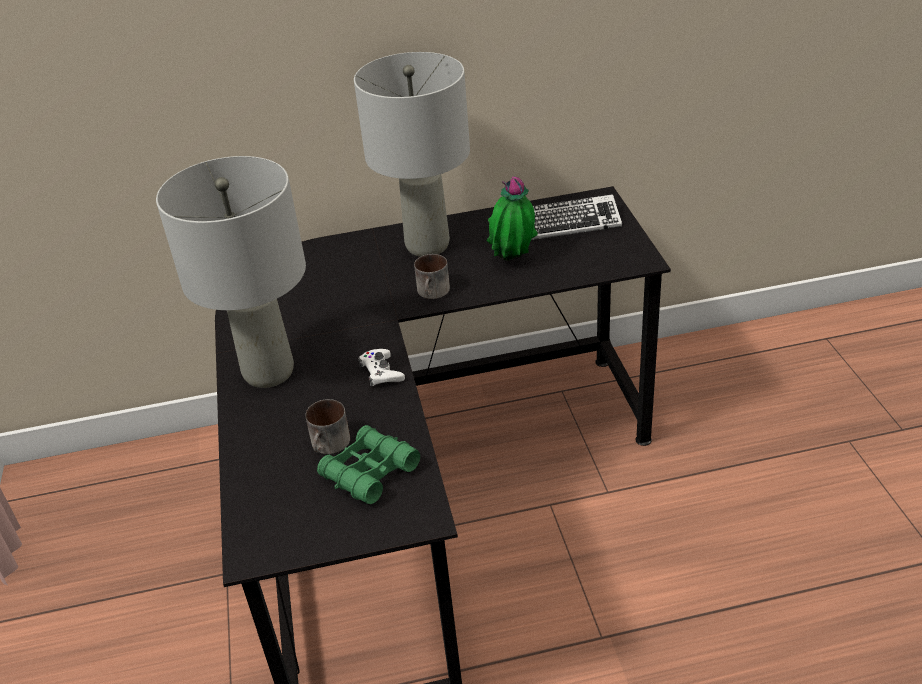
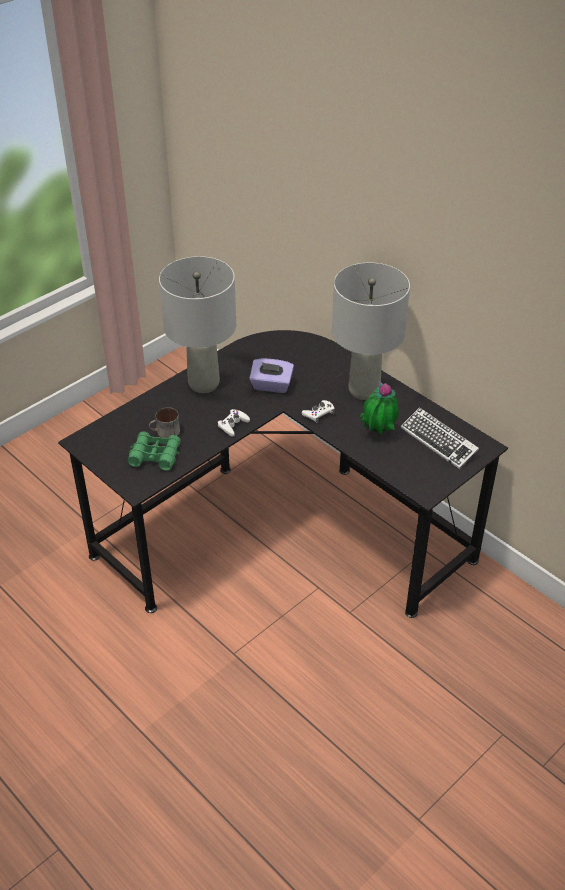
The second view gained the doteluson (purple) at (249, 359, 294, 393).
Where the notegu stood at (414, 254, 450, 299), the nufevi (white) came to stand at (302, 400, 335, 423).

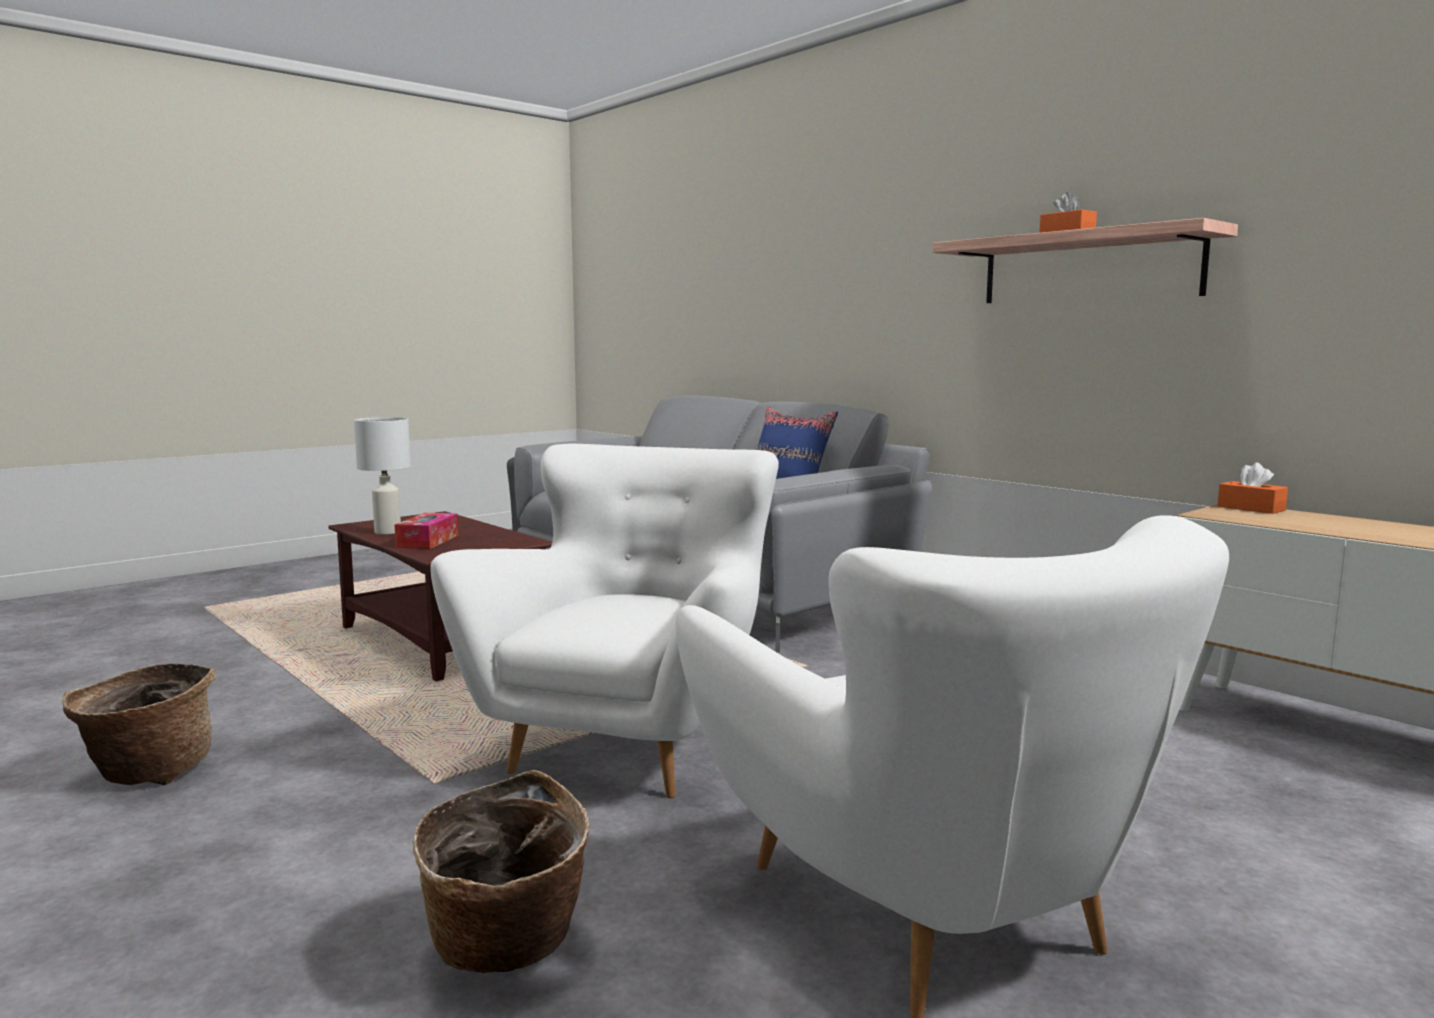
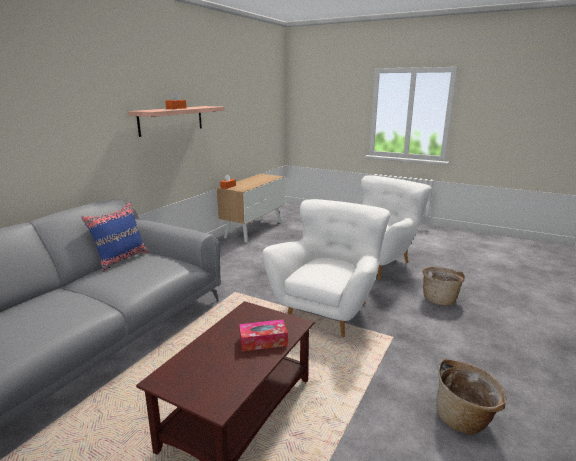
The second view lost the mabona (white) at (354, 417, 411, 534).
The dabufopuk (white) at (430, 444, 779, 798) ended up facing another way, 120 degrees clockwise from before.

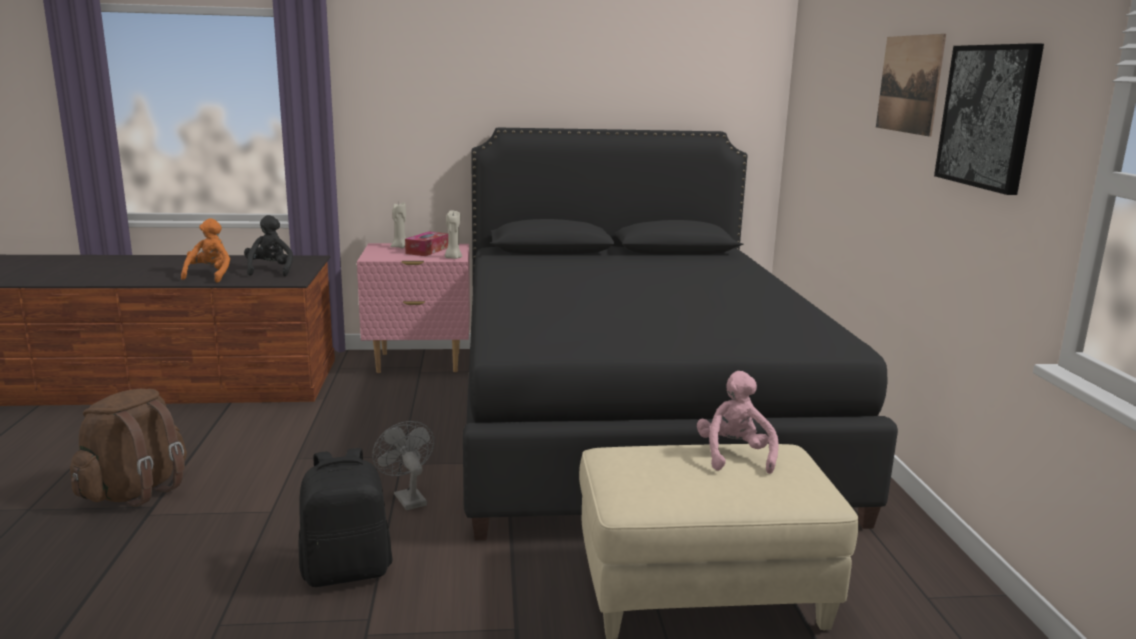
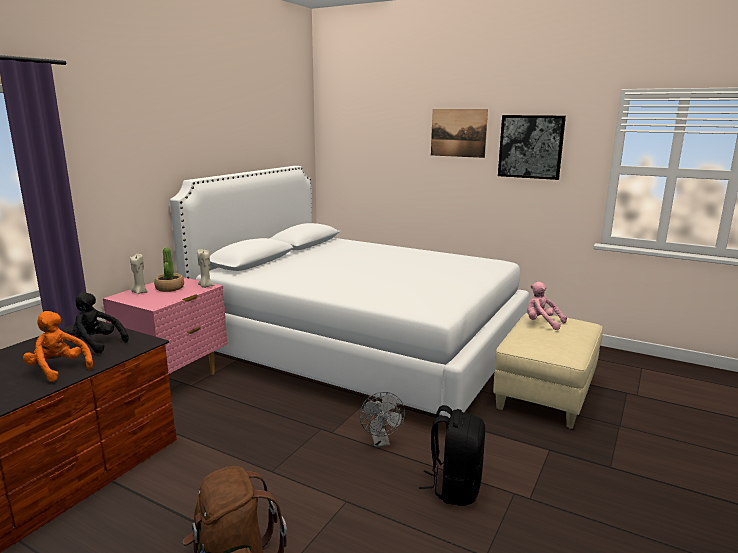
Where the doteluson stood at (405, 231, 448, 256), the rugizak came to stand at (154, 247, 184, 292).
What was the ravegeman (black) at (463, 127, 898, 540) turned into the ravegeman (white) at (170, 166, 529, 429).
The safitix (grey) at (372, 421, 434, 510) ended up facing another way, 105 degrees counterclockwise from before.

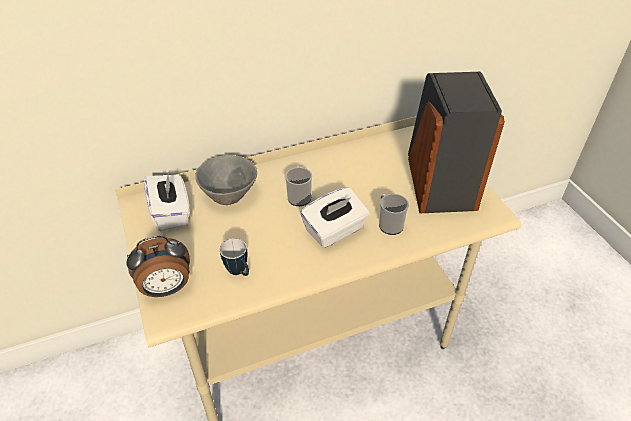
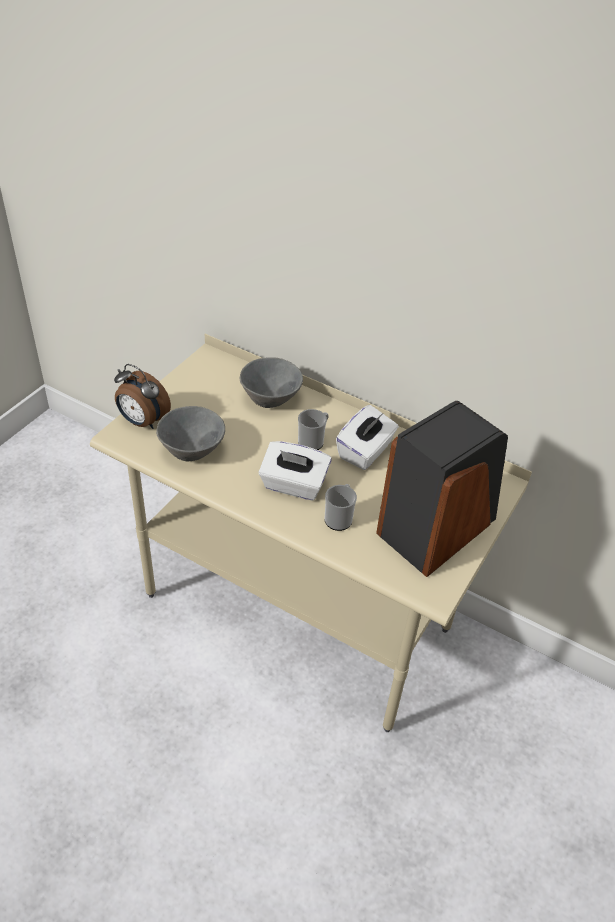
The doteluson (white) ended up elsewhere, having gone from (144, 171, 190, 231) to (336, 405, 399, 470).
Where the notegu stood at (220, 238, 249, 276), the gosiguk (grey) came to stand at (156, 406, 225, 462).

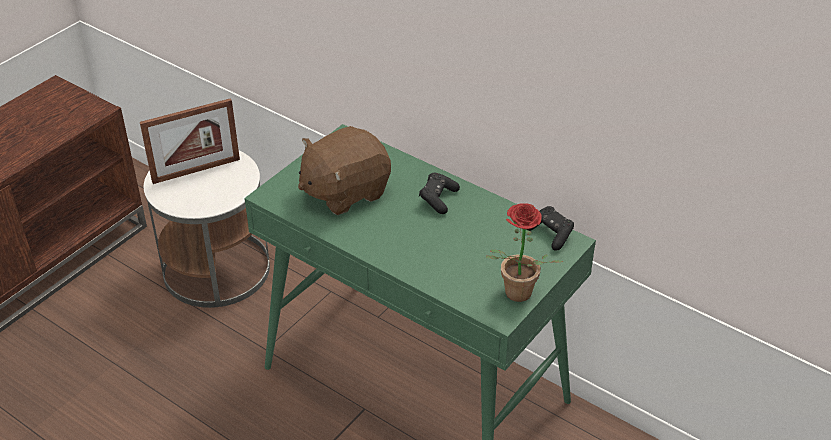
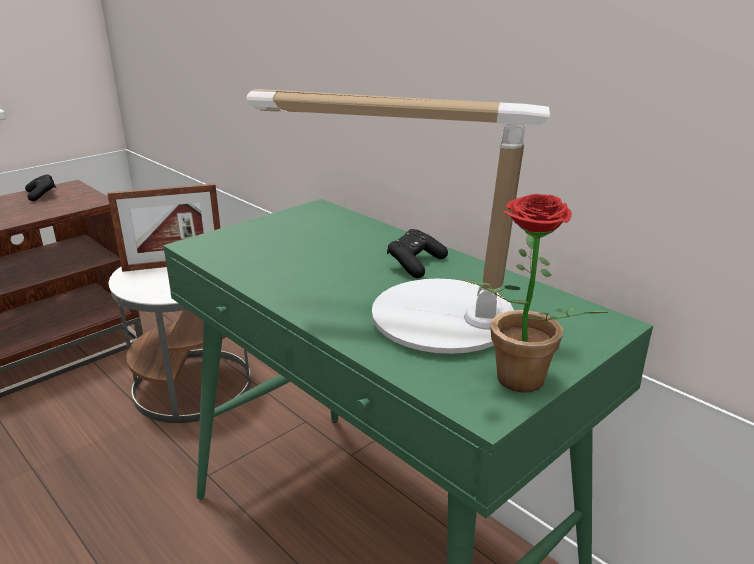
The second view lost the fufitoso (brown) at (298, 126, 391, 215).
The second view gained the mabona at (246, 89, 550, 354).
The nufevi (black) ended up elsewhere, having gone from (526, 206, 574, 251) to (25, 174, 56, 201).

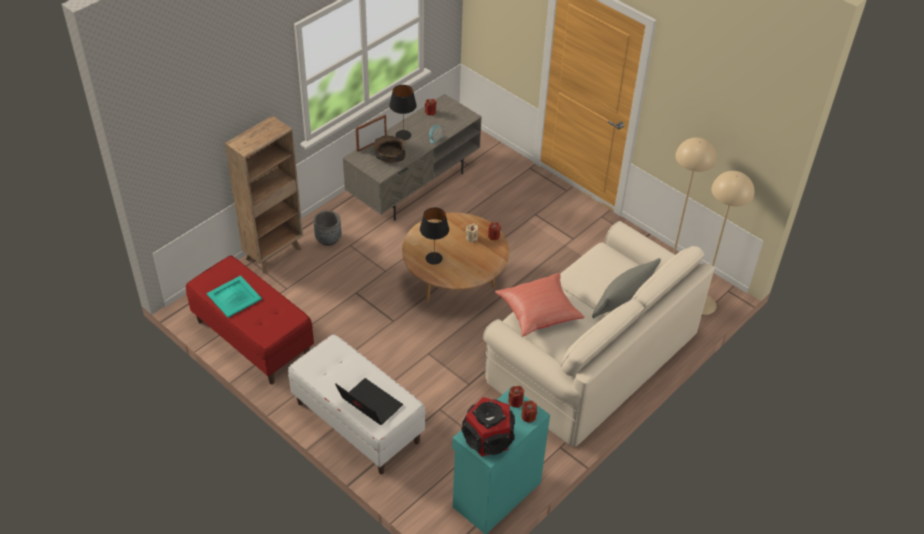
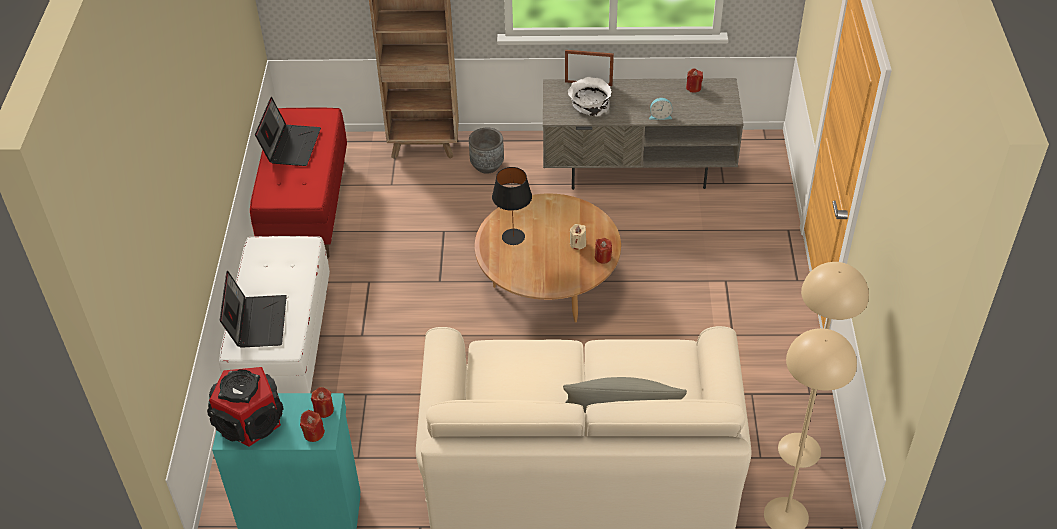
The second view lost the mabona (black) at (389, 85, 417, 140).
The second view lost the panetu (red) at (495, 273, 585, 337).
Where the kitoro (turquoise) stood at (207, 275, 262, 318), the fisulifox came to stand at (255, 97, 321, 166).
What was the gosiguk (brown) at (373, 135, 406, 163) turned into the gosiguk (white) at (568, 77, 612, 116).

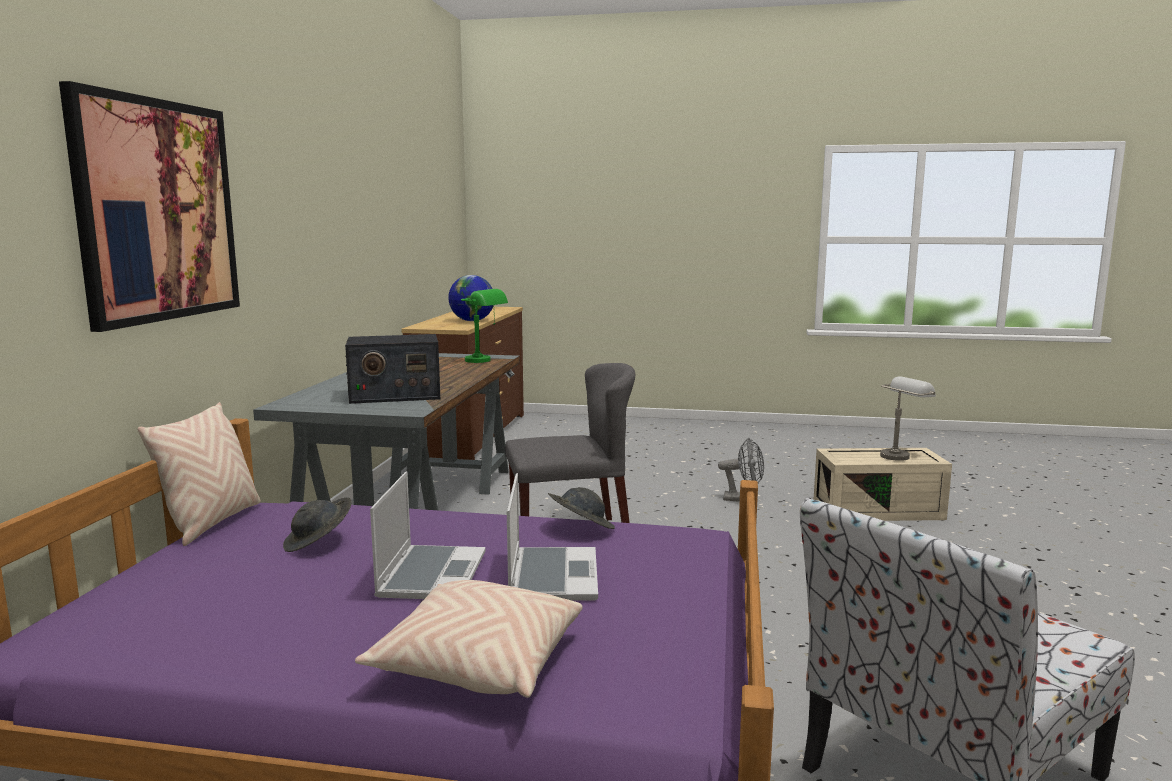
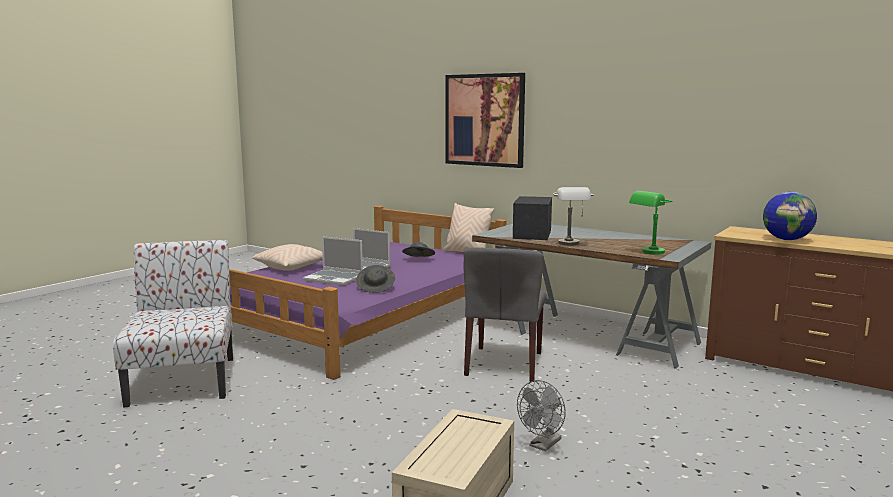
The mabona (grey) ended up elsewhere, having gone from (880, 376, 936, 461) to (552, 187, 594, 245).

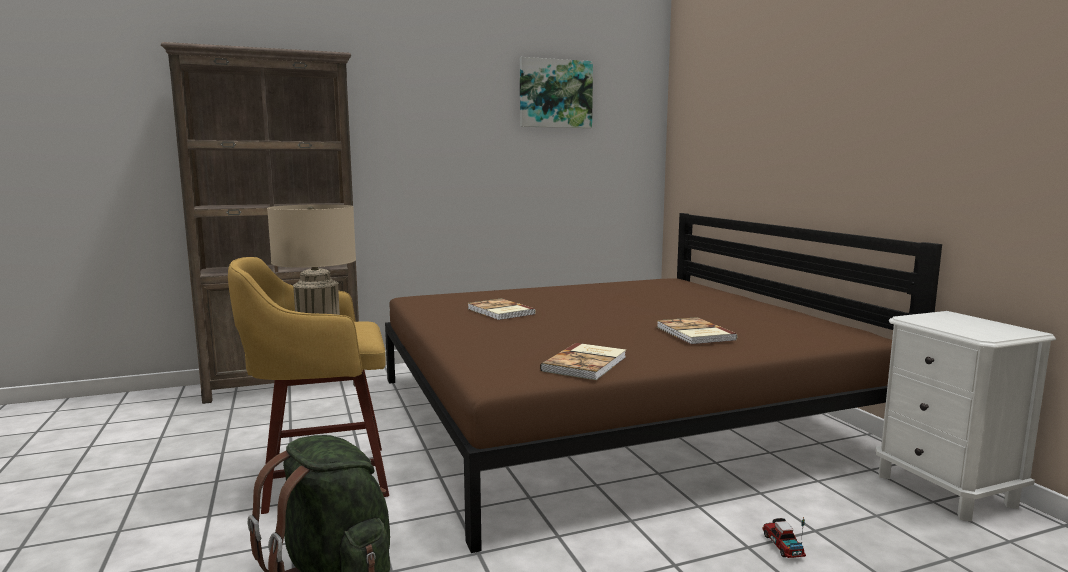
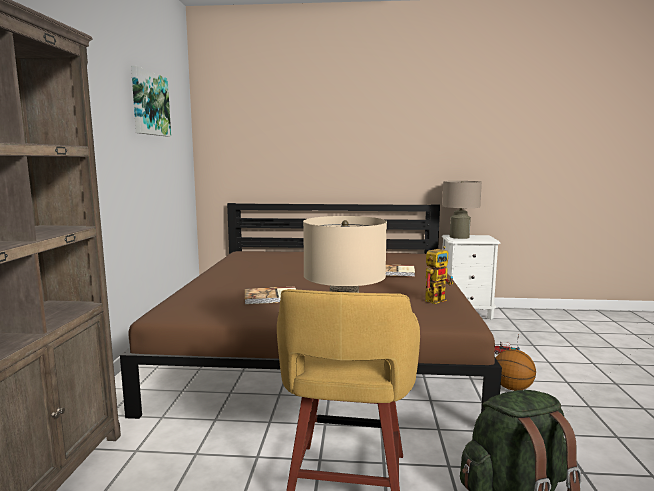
The second view gained the mabona (beige) at (442, 181, 482, 239).
The second view gained the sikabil at (496, 349, 536, 391).
Where the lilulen stood at (540, 343, 626, 380), the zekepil came to stand at (425, 246, 453, 304).

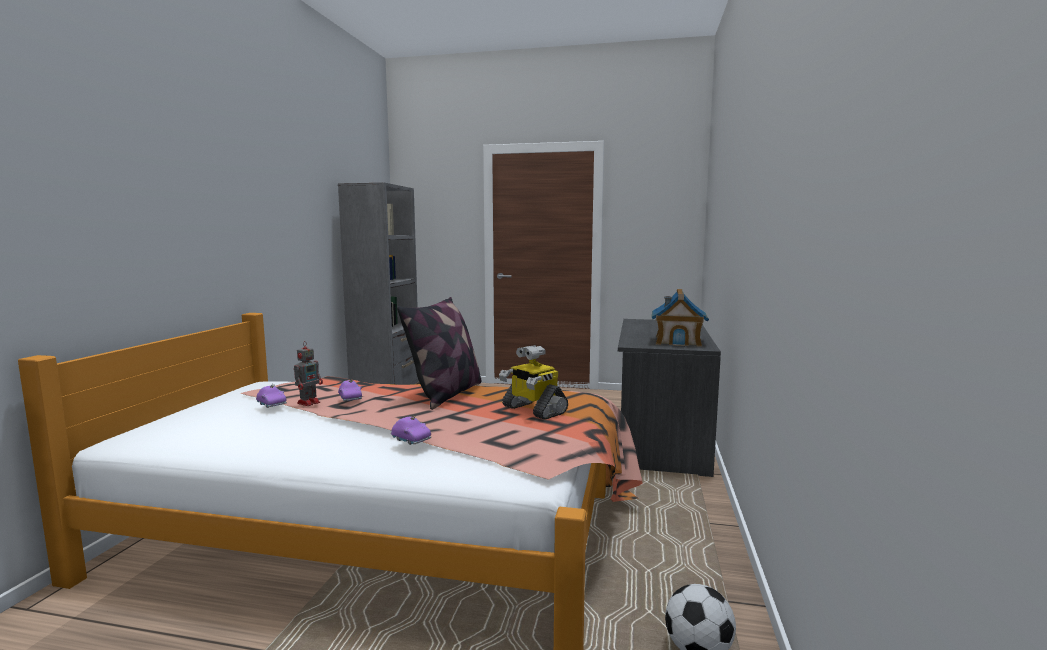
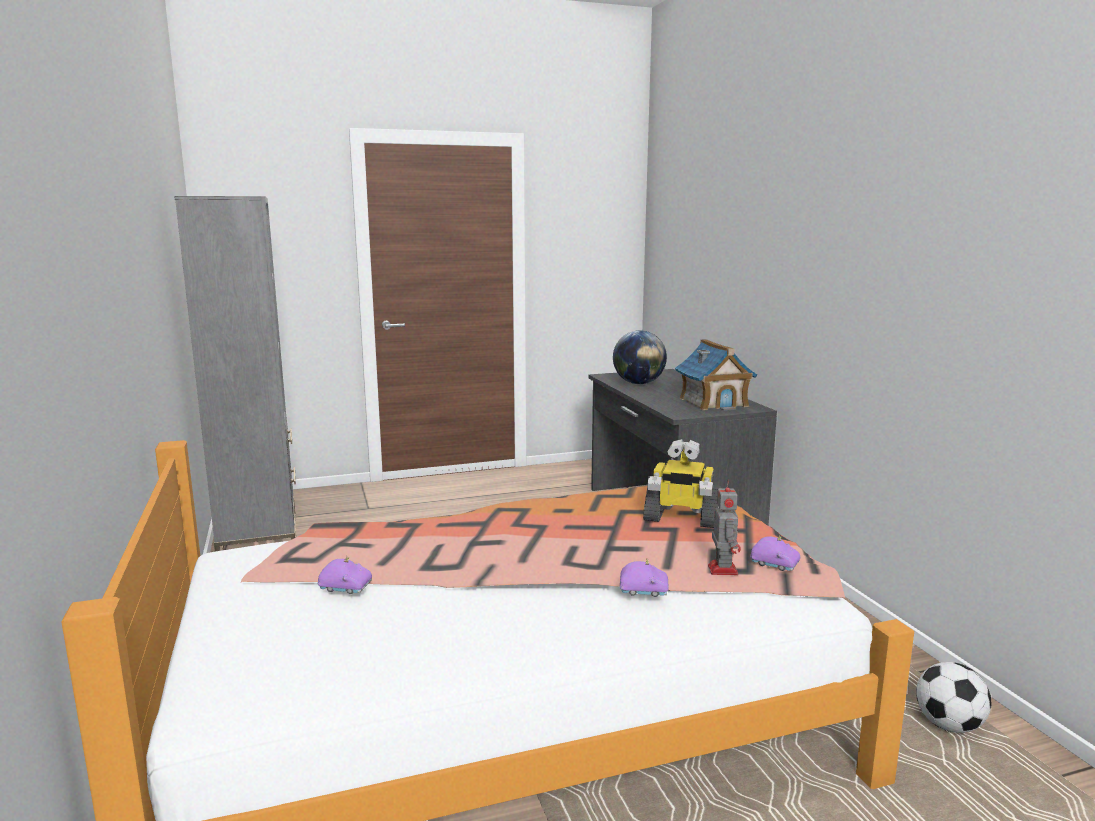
The second view lost the panetu at (397, 297, 481, 410).
The second view gained the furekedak at (613, 330, 667, 384).
The zekepil ended up elsewhere, having gone from (294, 341, 323, 406) to (708, 479, 741, 575).
The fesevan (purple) ended up elsewhere, having gone from (338, 379, 362, 401) to (750, 535, 800, 571).

